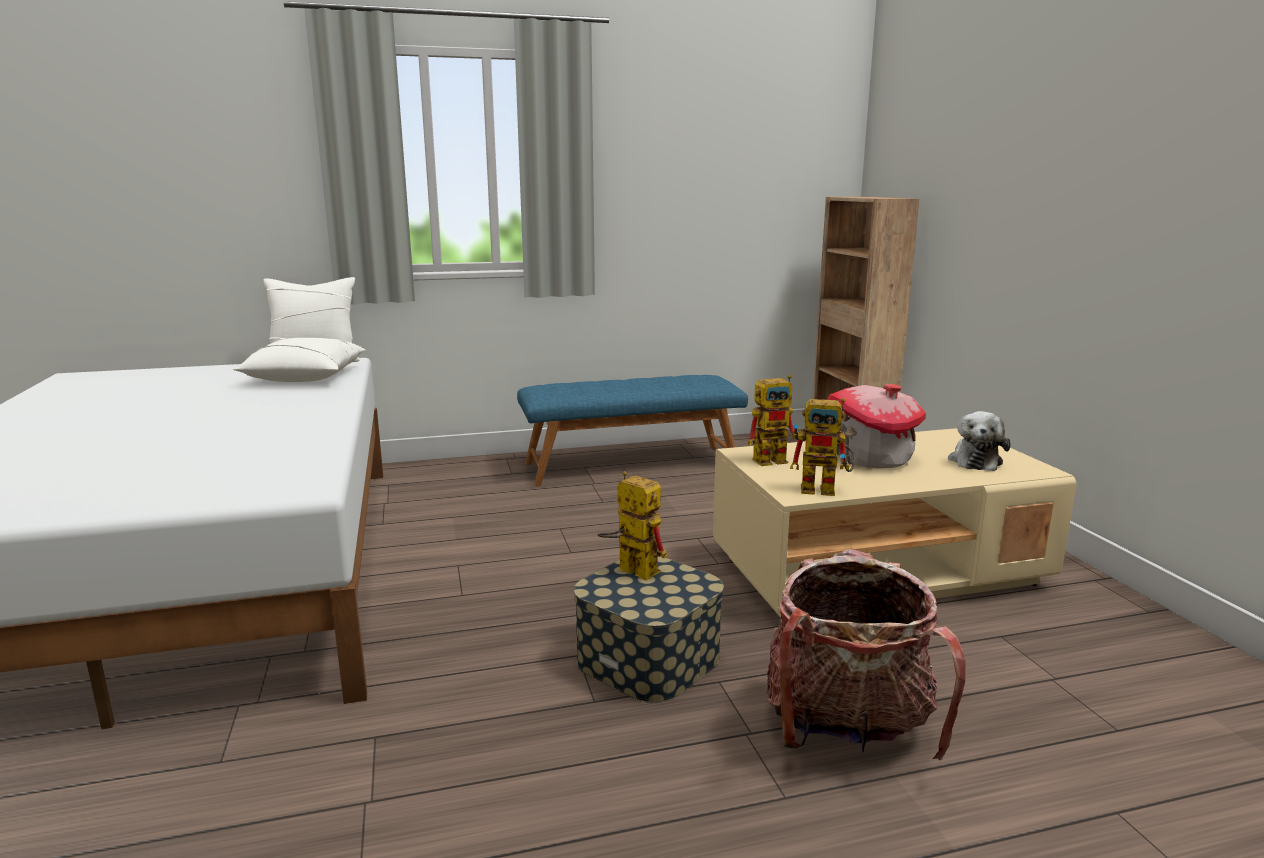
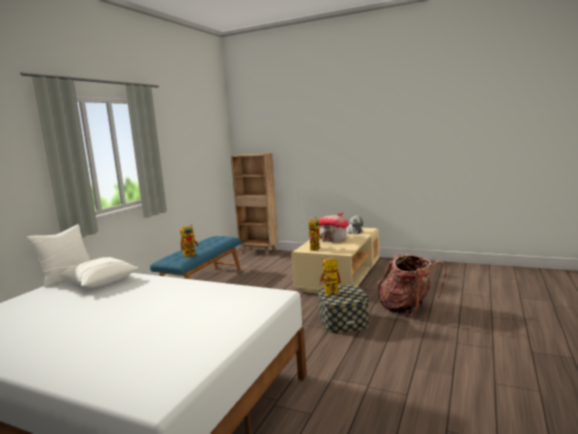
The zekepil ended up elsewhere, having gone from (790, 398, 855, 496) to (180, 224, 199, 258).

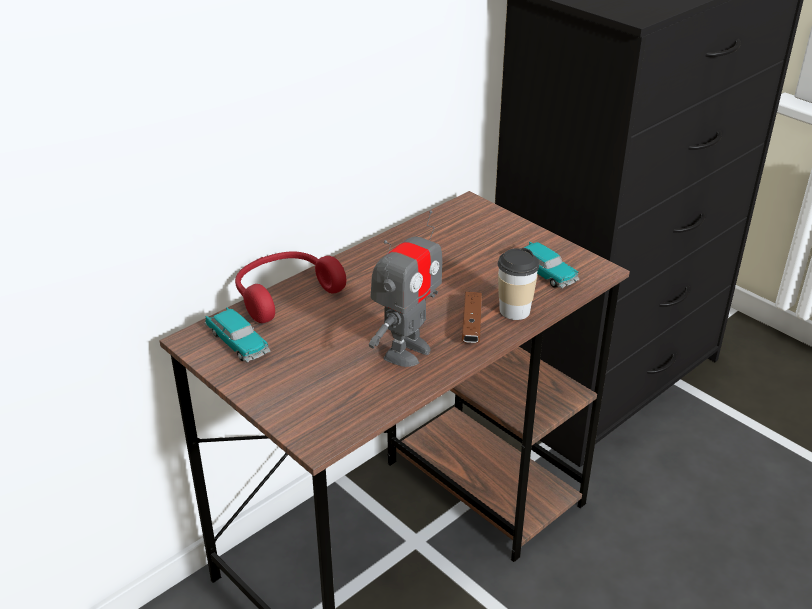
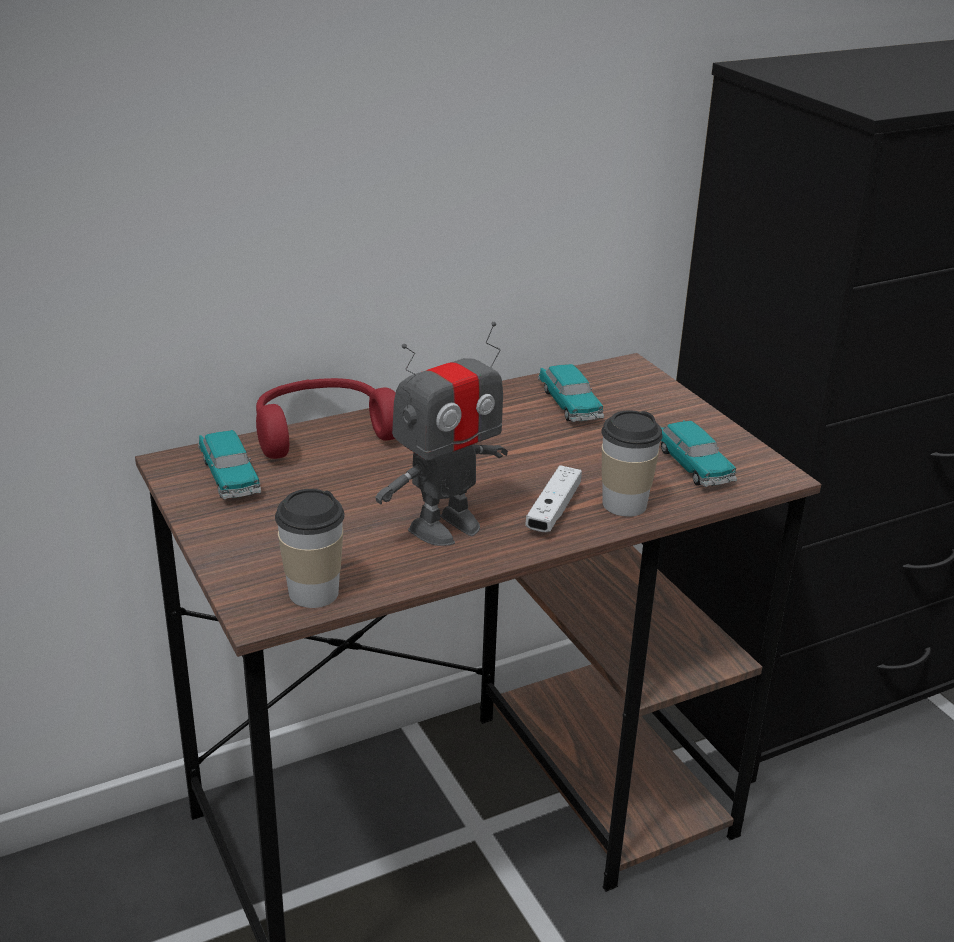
The second view gained the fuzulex at (275, 489, 345, 608).
The second view gained the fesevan at (538, 364, 604, 422).
What was the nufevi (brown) at (462, 292, 482, 343) turned into the nufevi (white) at (525, 465, 582, 532).

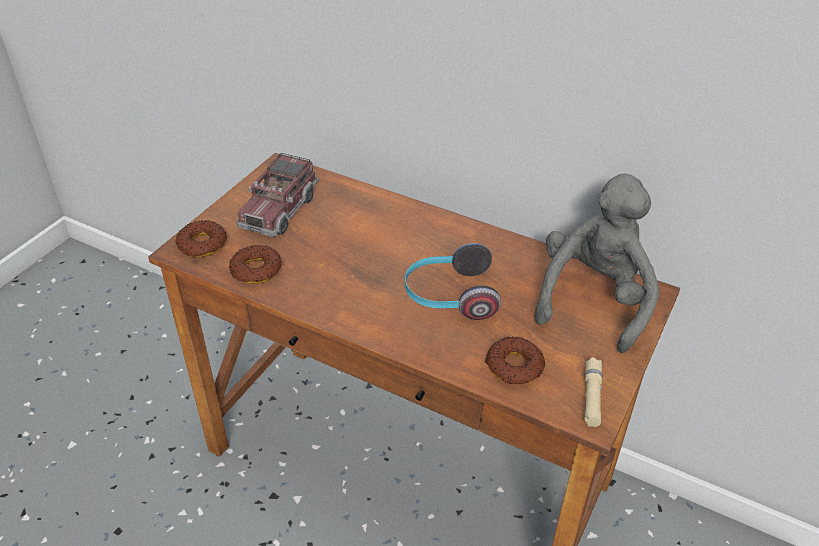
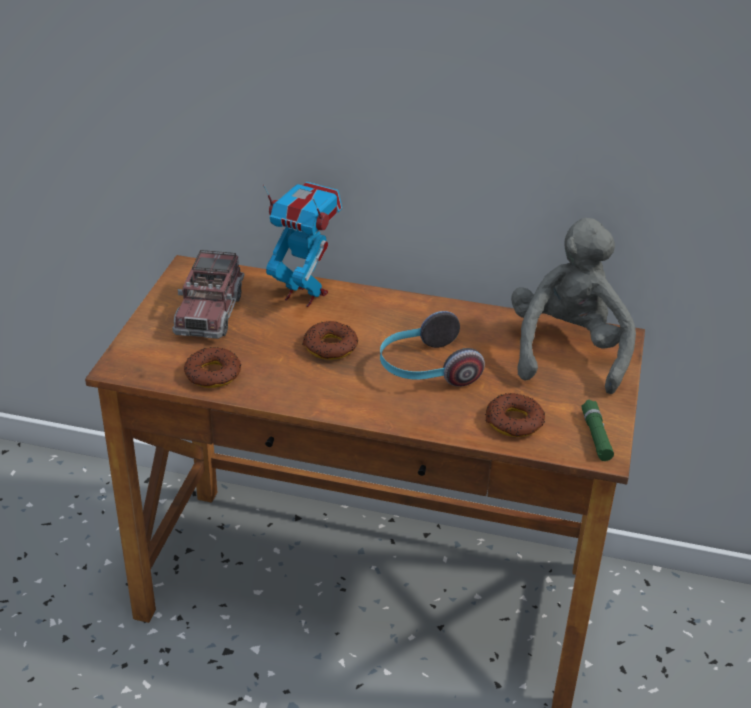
The second view gained the zekepil at (263, 182, 342, 307).
The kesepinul ended up elsewhere, having gone from (176, 220, 227, 257) to (303, 321, 358, 360).
What was the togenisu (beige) at (584, 357, 603, 427) turned into the togenisu (green) at (581, 400, 614, 461).

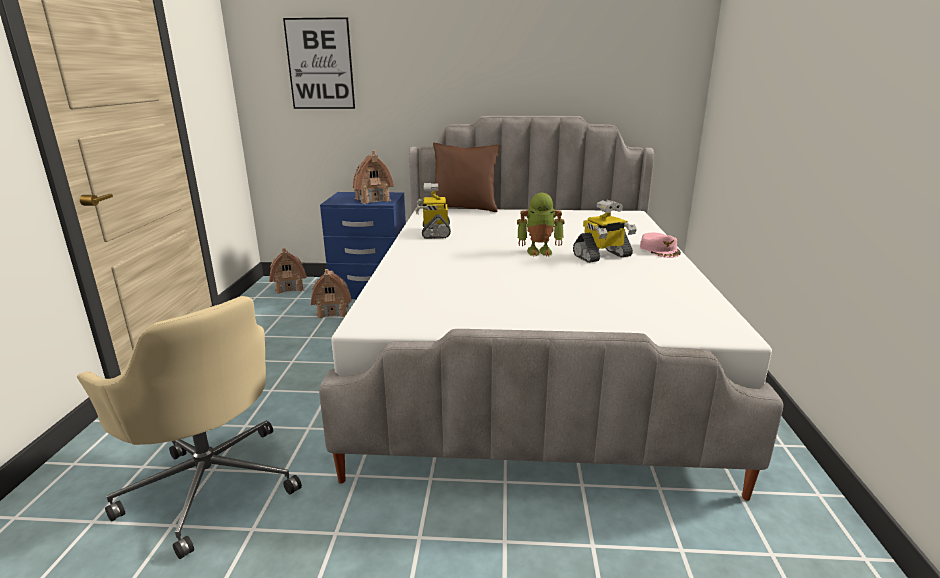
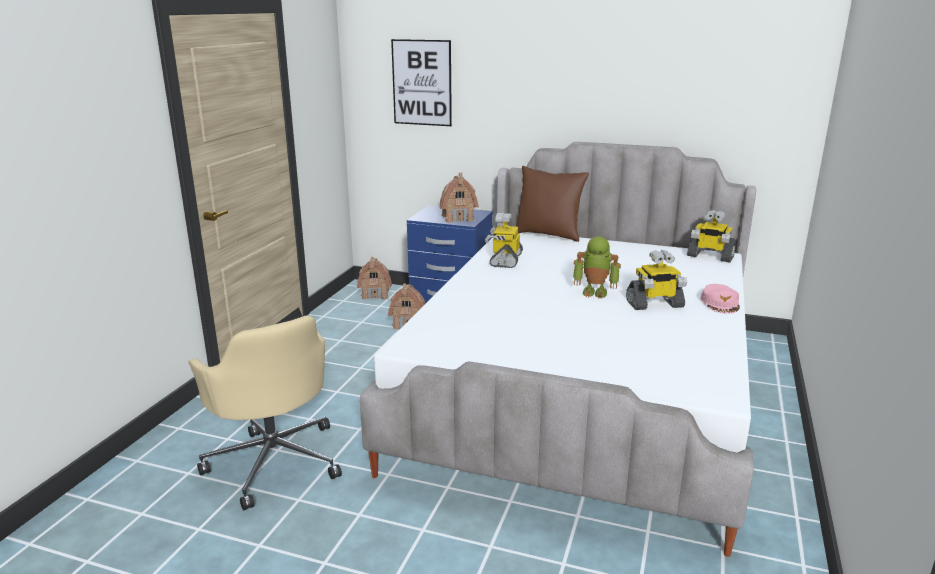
The second view gained the zekepil at (687, 210, 736, 262).

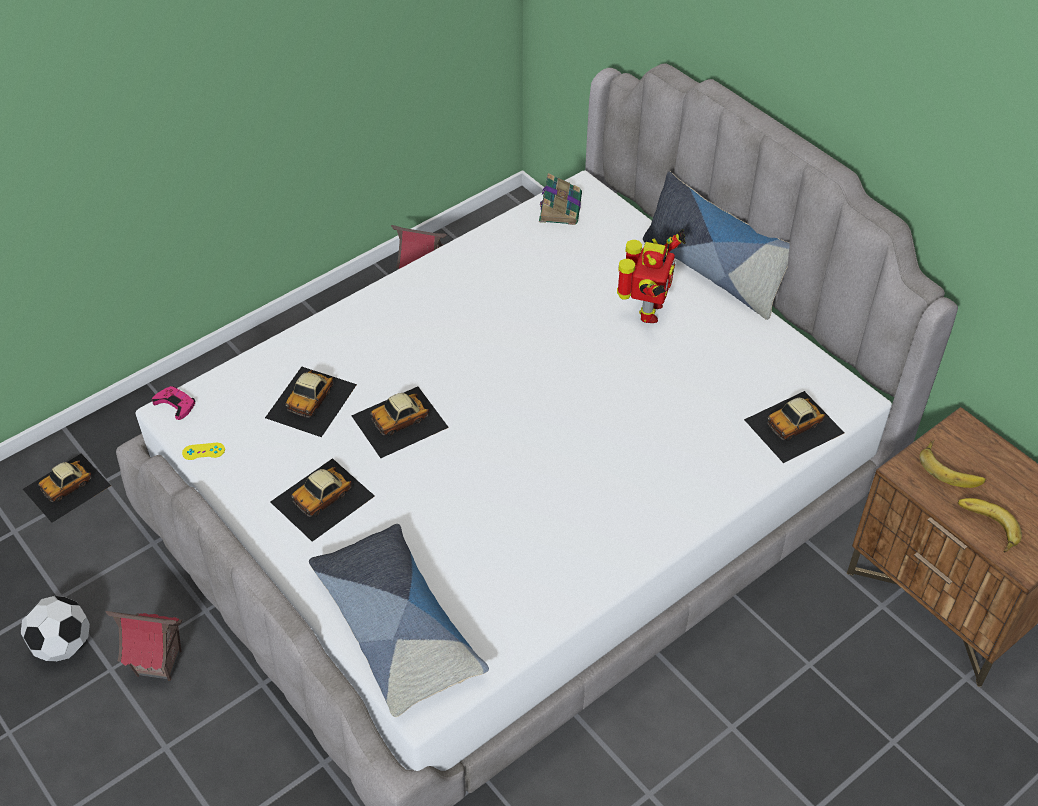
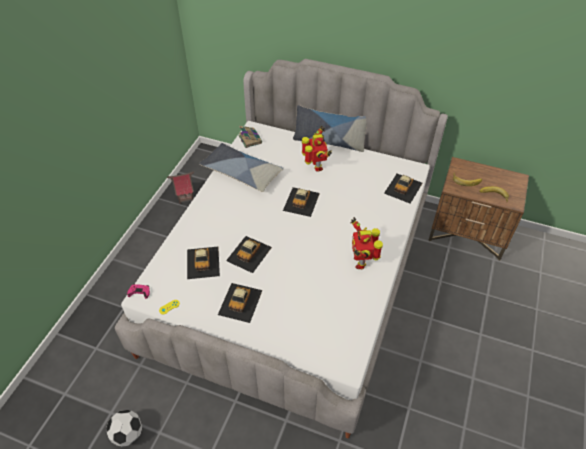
The second view lost the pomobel at (106, 611, 182, 681).
The second view gained the zekepil at (351, 217, 383, 269).
The fesevan ended up elsewhere, having gone from (23, 454, 111, 523) to (283, 187, 320, 217).
The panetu ended up elsewhere, having gone from (309, 524, 489, 717) to (199, 143, 284, 192).

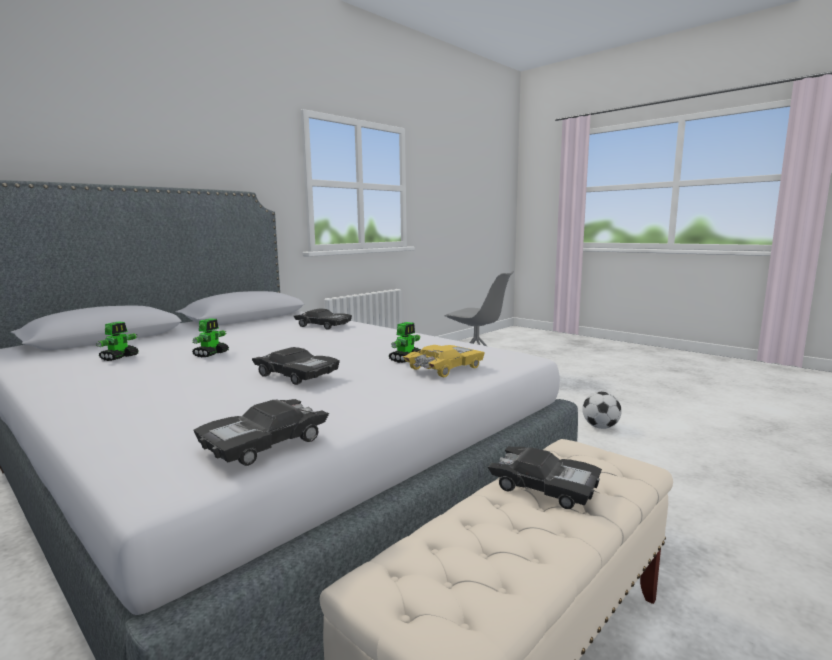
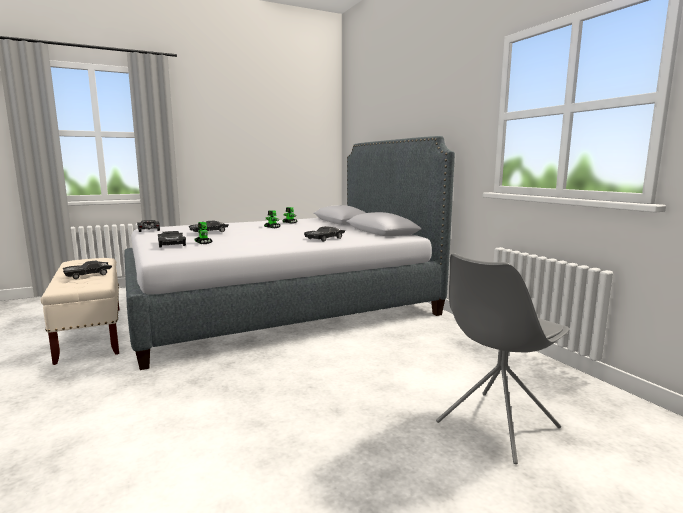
The second view lost the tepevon at (582, 392, 622, 429).
What was the fesevan (yellow) at (403, 345, 485, 377) turned into the fesevan (black) at (158, 231, 186, 248).

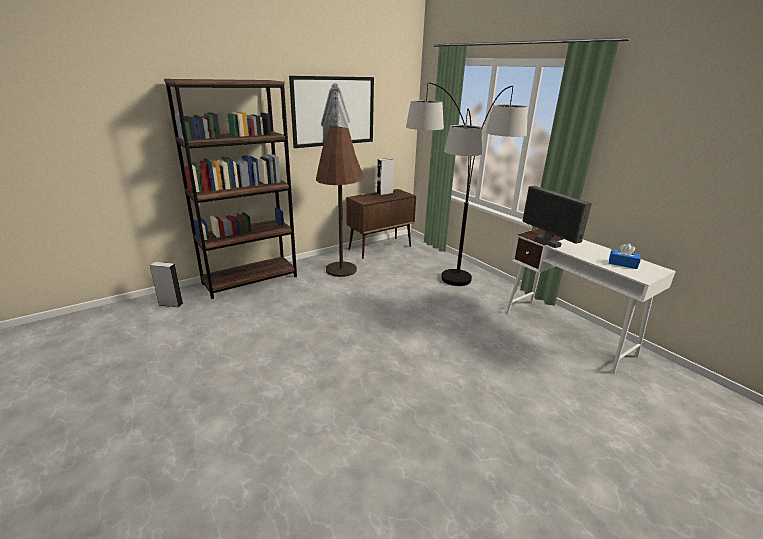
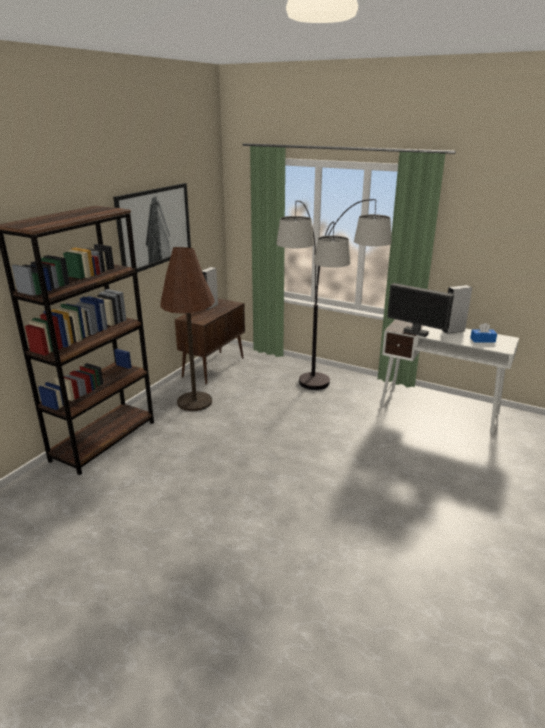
The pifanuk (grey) ended up elsewhere, having gone from (150, 262, 183, 307) to (442, 285, 472, 334).

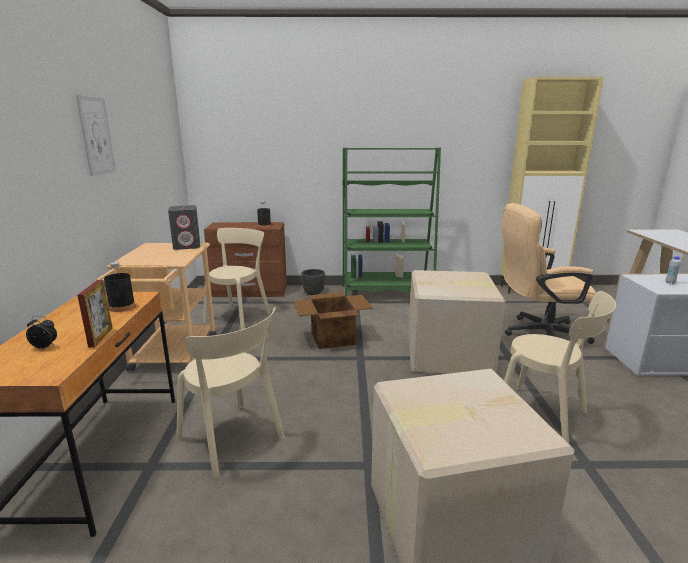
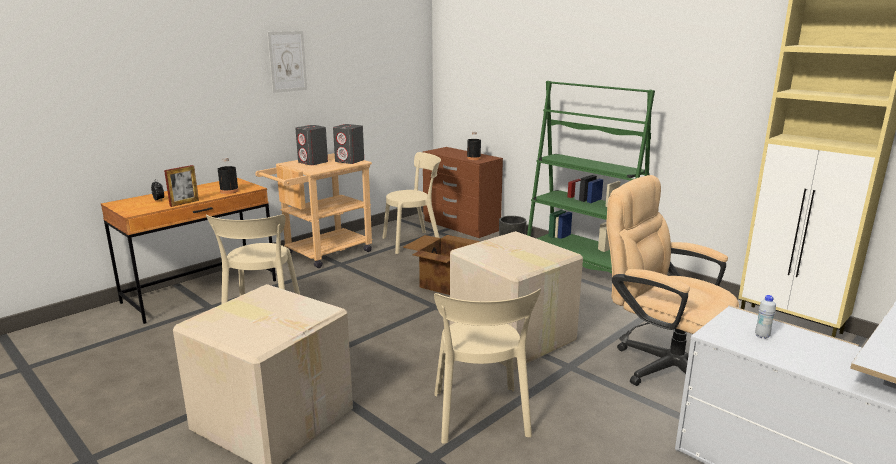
The second view gained the pifanuk (grey) at (295, 125, 328, 165).

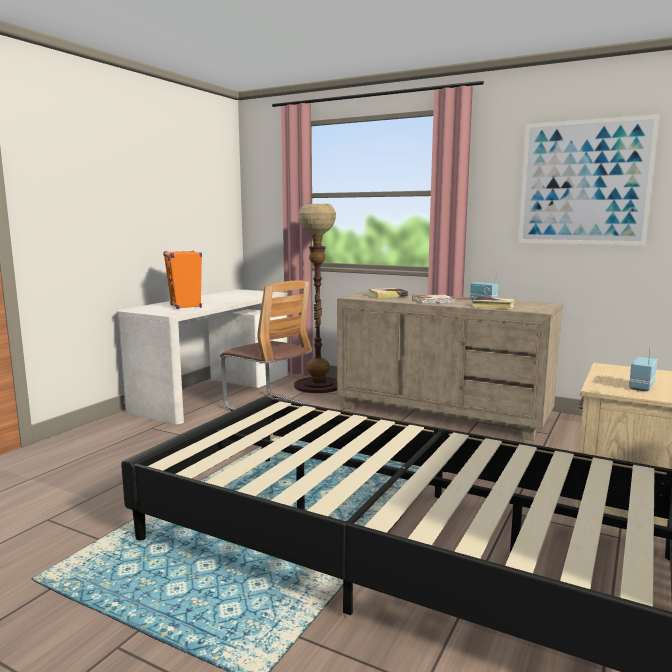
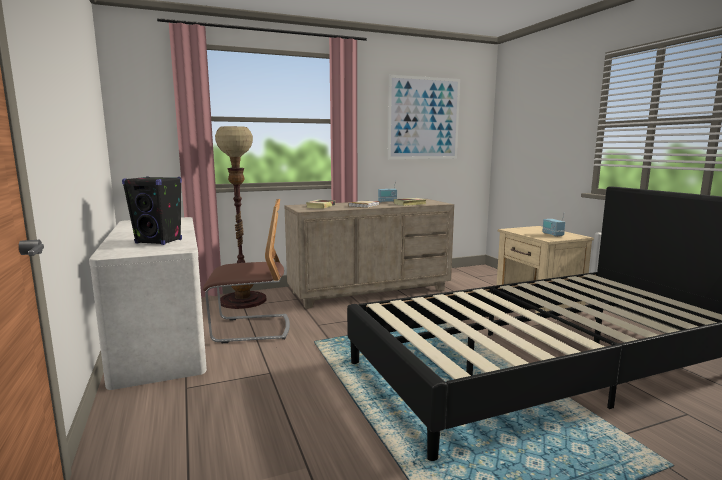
What was the pifanuk (orange) at (163, 251, 202, 309) turned into the pifanuk (black) at (122, 176, 182, 245).

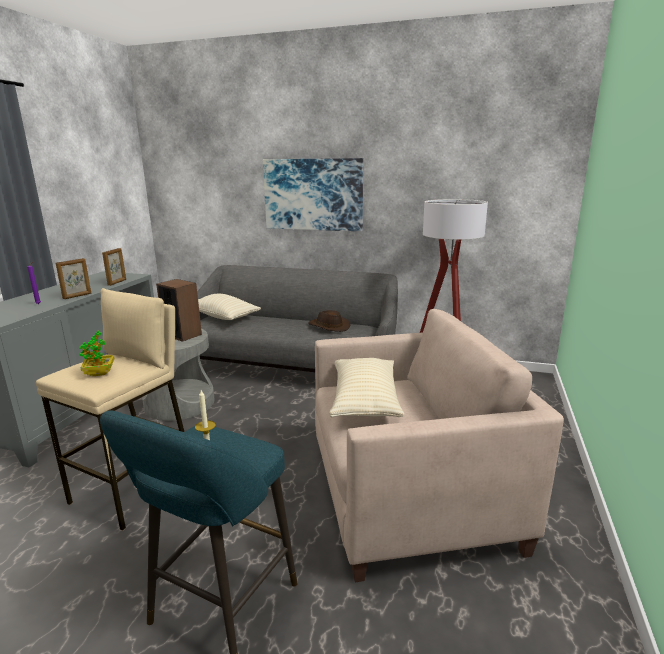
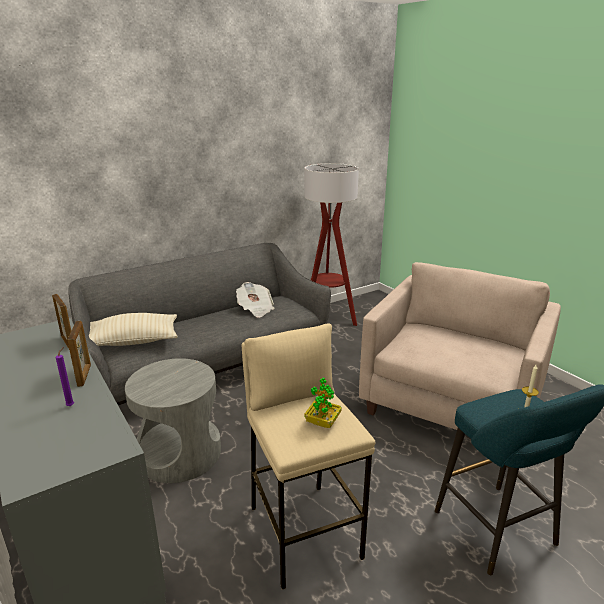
The second view lost the pifanuk at (156, 279, 202, 342).
The second view lost the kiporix at (263, 158, 363, 231).
The second view lost the panetu (beige) at (329, 358, 404, 417).
Where the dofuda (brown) stood at (308, 310, 350, 332), the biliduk came to stand at (236, 282, 274, 318).

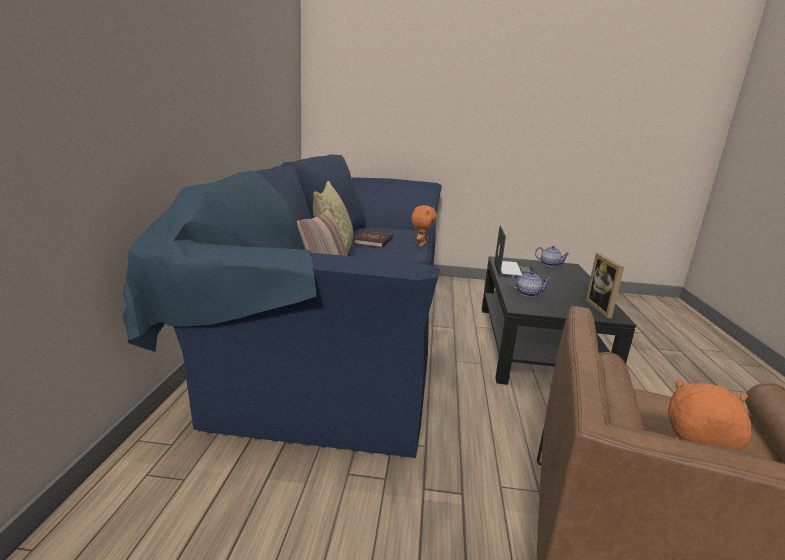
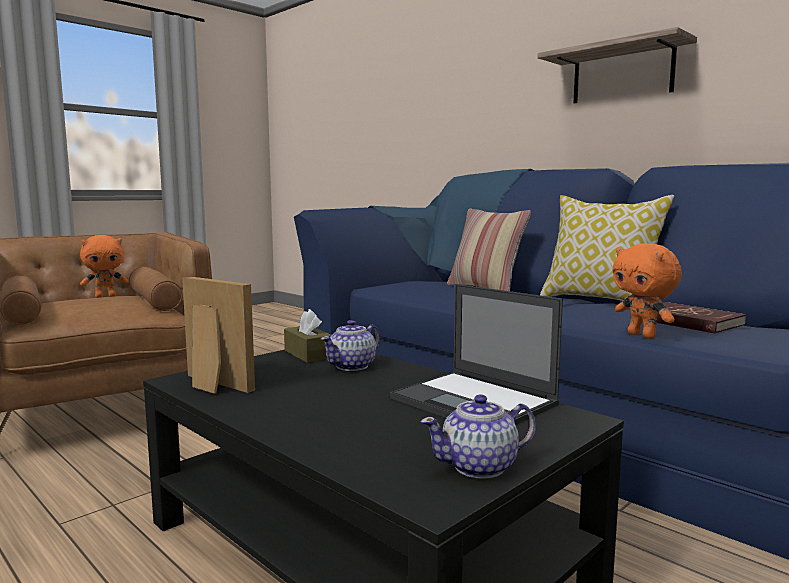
The second view gained the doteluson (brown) at (284, 309, 331, 363).
The second view gained the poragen at (538, 27, 697, 103).

